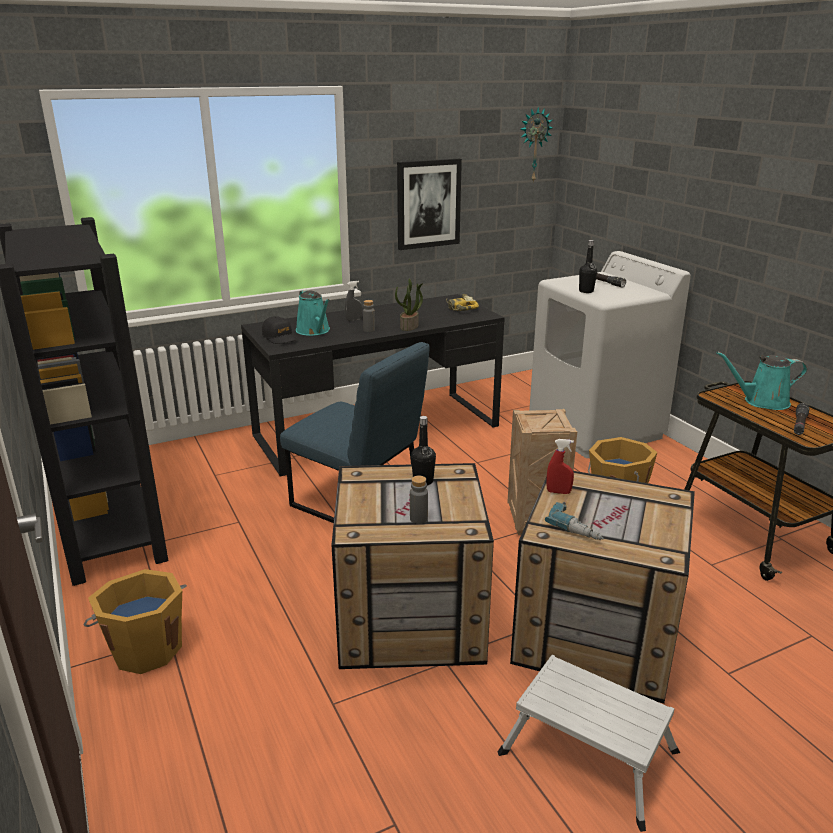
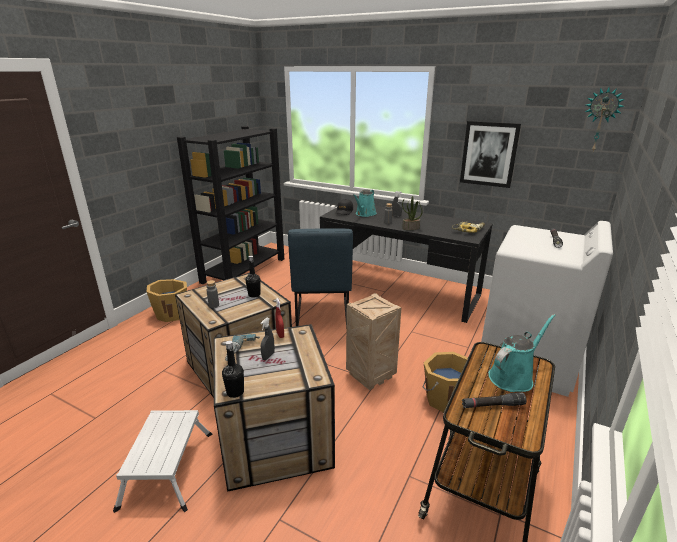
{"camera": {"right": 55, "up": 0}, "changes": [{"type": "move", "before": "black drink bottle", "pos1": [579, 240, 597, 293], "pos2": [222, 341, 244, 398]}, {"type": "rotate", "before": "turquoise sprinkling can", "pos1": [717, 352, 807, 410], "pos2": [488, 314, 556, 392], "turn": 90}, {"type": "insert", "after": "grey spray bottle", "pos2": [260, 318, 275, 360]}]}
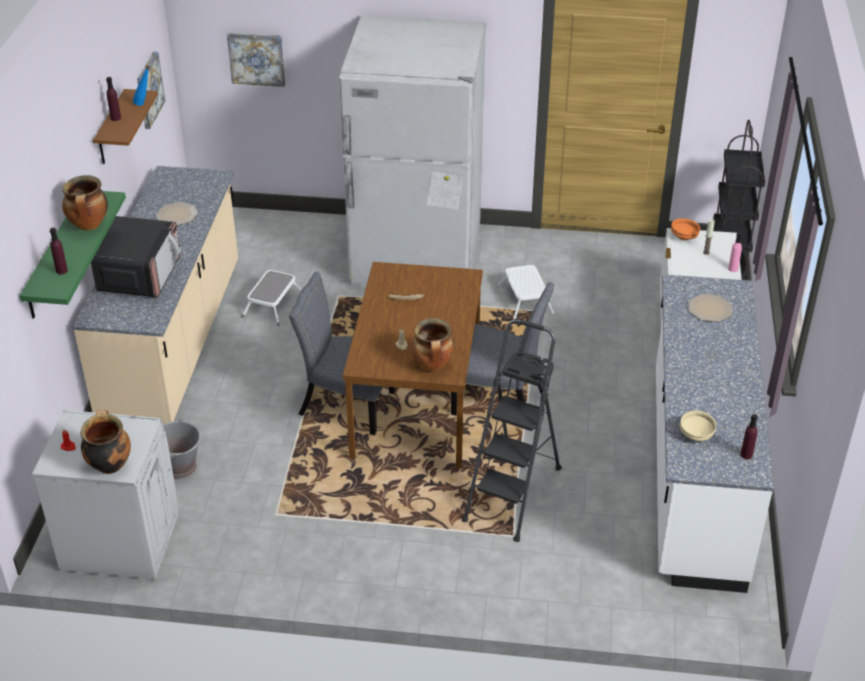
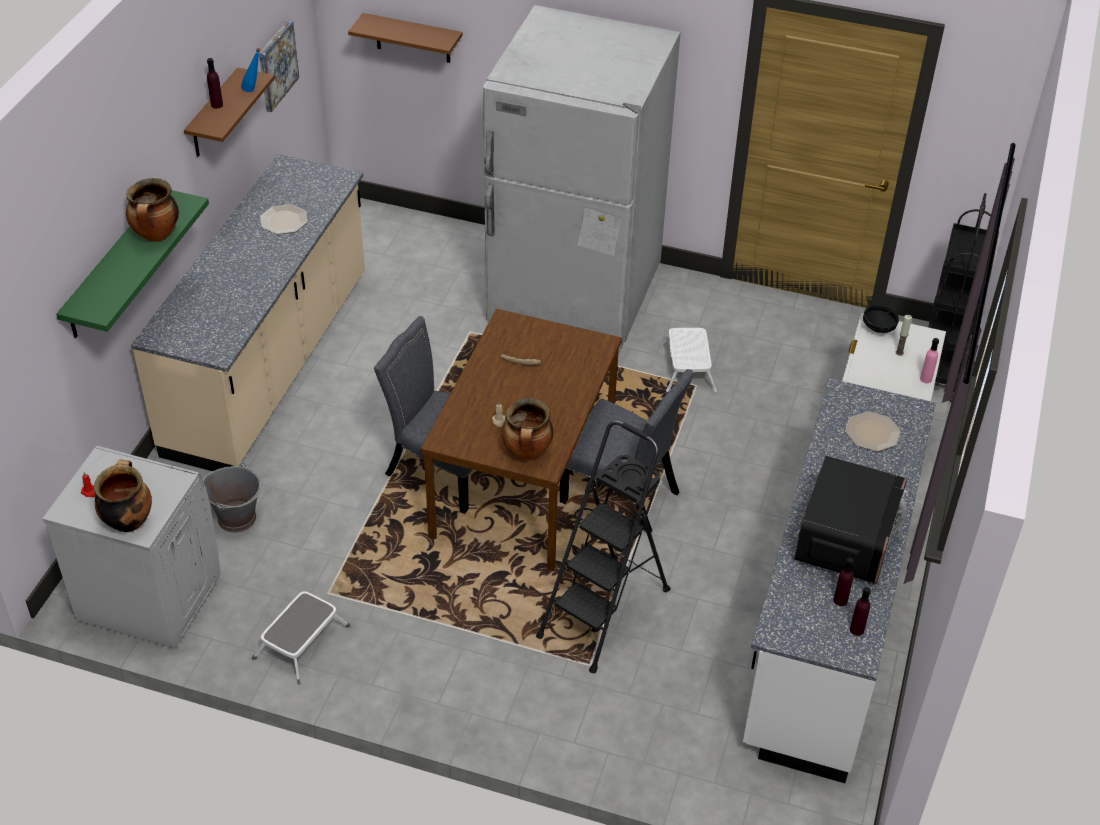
{"camera": {"right": 10, "up": 5}, "changes": [{"type": "move", "before": "purple-coloured drink bottle", "pos1": [50, 228, 68, 274], "pos2": [833, 557, 854, 606]}, {"type": "move", "before": "microwave oven", "pos1": [91, 216, 181, 297], "pos2": [794, 456, 907, 584]}, {"type": "replace", "before": "wall picture", "after": "brown bracket shelf", "pos1": [227, 33, 285, 87], "pos2": [348, 13, 463, 63]}, {"type": "move", "before": "grey step stool", "pos1": [241, 270, 302, 327], "pos2": [252, 591, 351, 685]}, {"type": "recolor", "before": "orange-coloured bowl", "after": "black bowl", "pos1": [671, 218, 700, 240], "pos2": [863, 305, 899, 333]}, {"type": "delete", "before": "sand-coloured bowl", "pos1": [680, 411, 717, 441]}]}
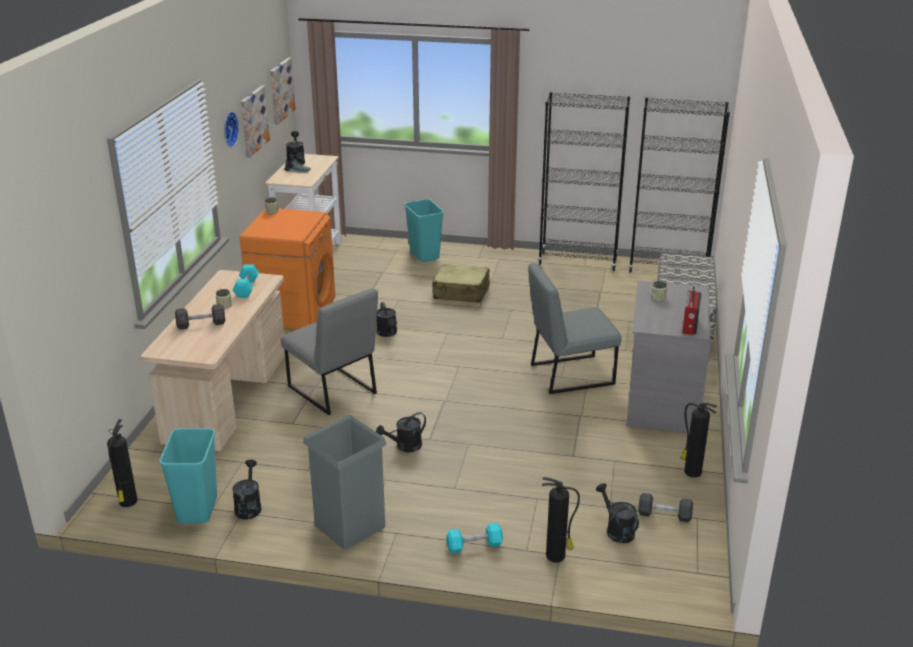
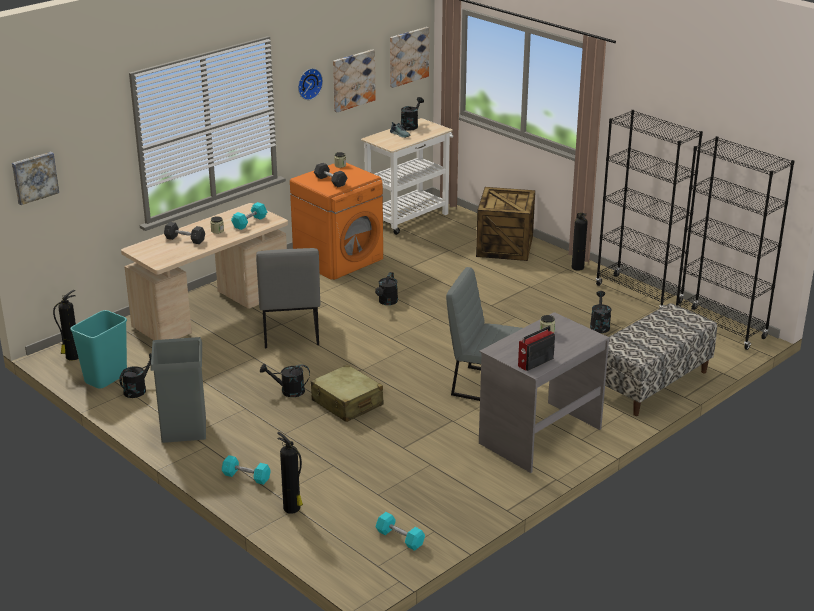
{"camera": {"right": 35, "up": 0}, "changes": [{"type": "replace", "before": "turquoise trash can", "after": "packing crate", "pos1": [404, 199, 444, 262], "pos2": [476, 187, 535, 261]}, {"type": "move", "before": "sand-coloured piece of luggage", "pos1": [433, 264, 490, 303], "pos2": [310, 364, 384, 422]}, {"type": "move", "before": "black sprinkling can", "pos1": [596, 483, 639, 543], "pos2": [590, 291, 612, 333]}, {"type": "move", "before": "grey free weight", "pos1": [638, 493, 693, 523], "pos2": [314, 163, 347, 187]}, {"type": "move", "before": "extinguisher", "pos1": [680, 402, 717, 477], "pos2": [572, 213, 588, 271]}, {"type": "insert", "after": "wall picture", "pos2": [12, 152, 59, 205]}, {"type": "insert", "after": "turquoise free weight", "pos2": [376, 512, 425, 551]}]}
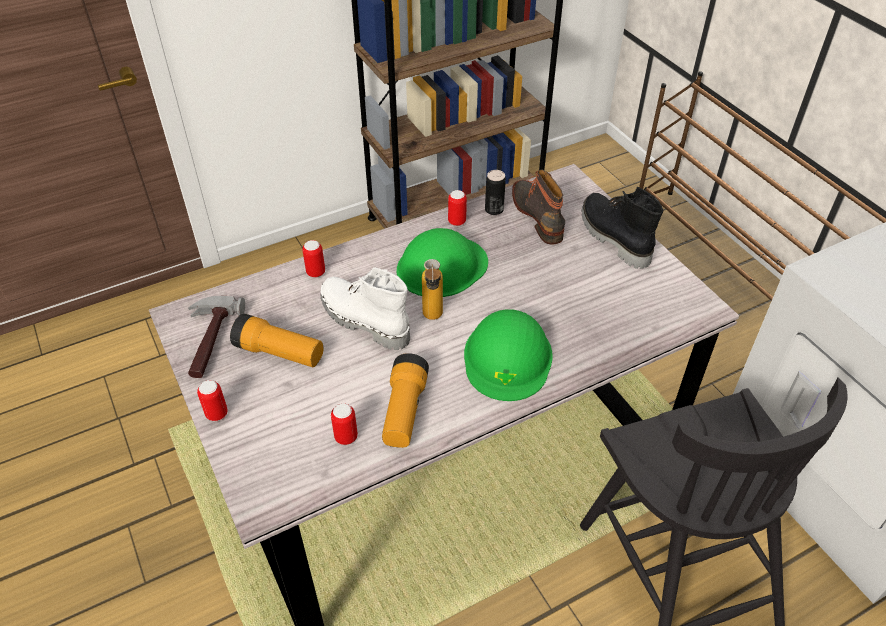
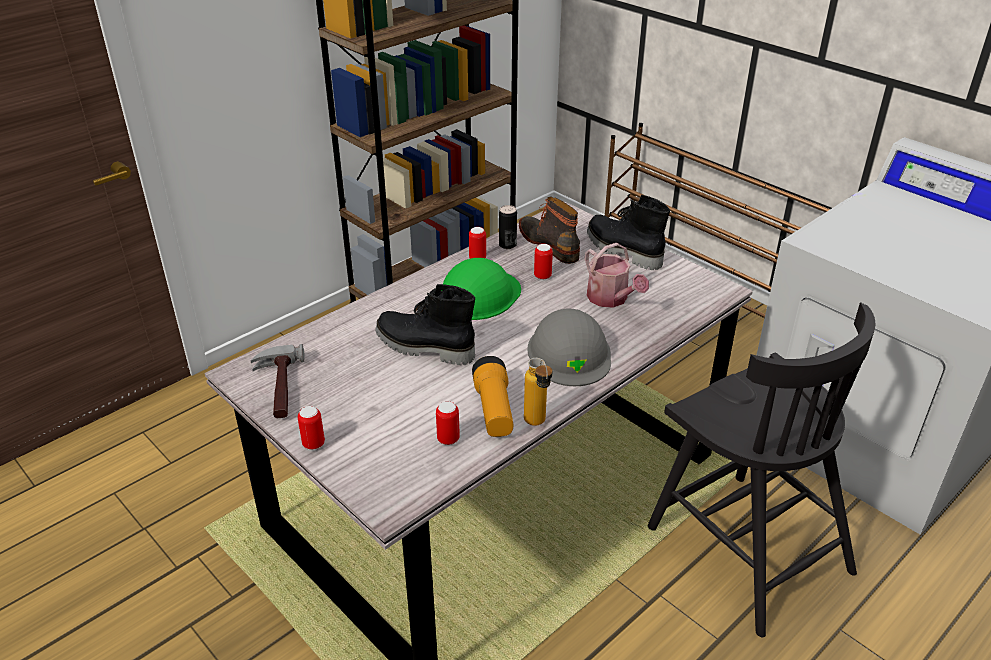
{"camera": {"right": -15, "up": -10}, "changes": [{"type": "delete", "before": "torch", "pos1": [230, 314, 323, 367]}, {"type": "move", "before": "can", "pos1": [302, 240, 325, 277], "pos2": [534, 244, 553, 280]}, {"type": "recolor", "before": "whitish boot", "after": "black boot", "pos1": [320, 267, 410, 350], "pos2": [375, 284, 475, 365]}, {"type": "move", "before": "drink bottle", "pos1": [422, 259, 443, 320], "pos2": [524, 358, 552, 426]}, {"type": "recolor", "before": "green-coloured hard hat", "after": "grey hard hat", "pos1": [464, 309, 553, 401], "pos2": [527, 309, 611, 386]}, {"type": "insert", "after": "sprinkling can", "pos2": [585, 243, 649, 308]}]}
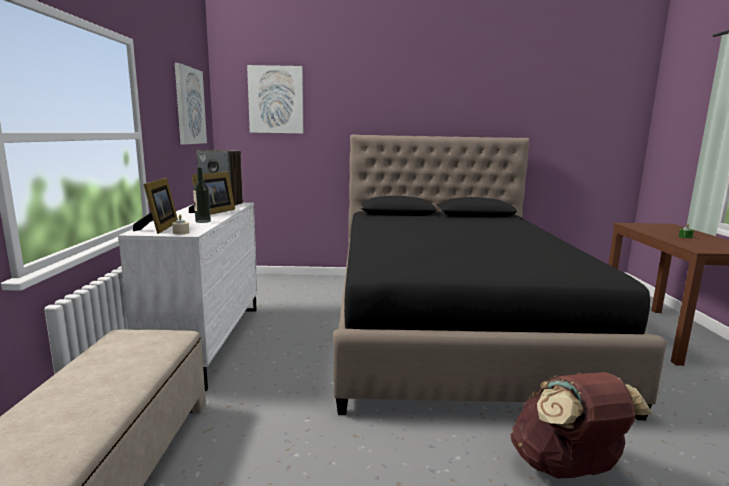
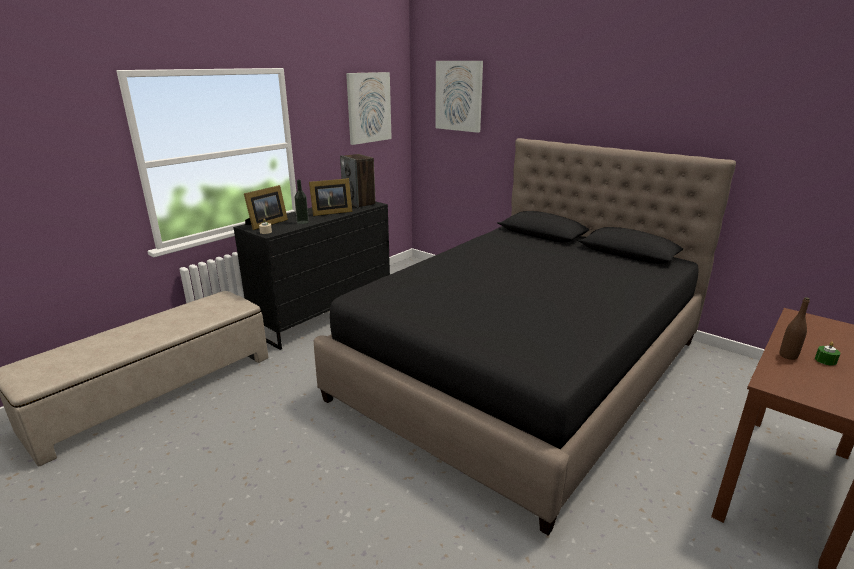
{"camera": {"right": 40, "up": 10}, "changes": [{"type": "recolor", "before": "whitish dresser", "after": "black dresser", "pos1": [118, 202, 257, 391], "pos2": [233, 202, 390, 350]}, {"type": "delete", "before": "brown rucksack", "pos1": [511, 372, 653, 479]}, {"type": "insert", "after": "brown drink bottle", "pos2": [780, 297, 810, 360]}]}
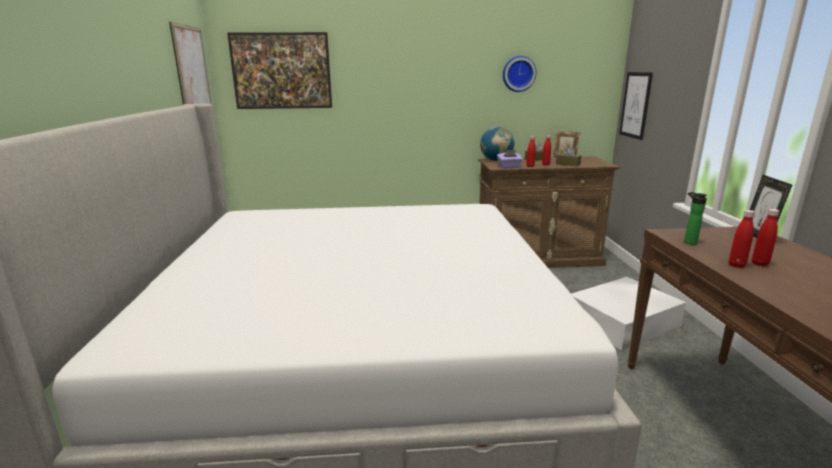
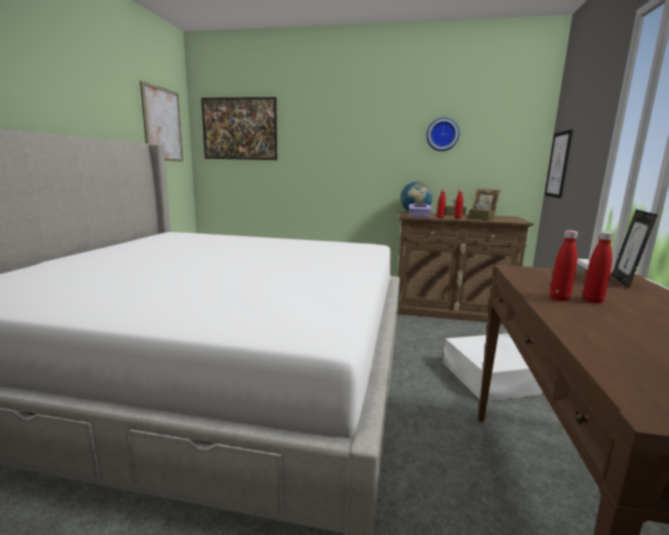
{"camera": {"right": 15, "up": -5}, "changes": [{"type": "delete", "before": "drink bottle", "pos1": [684, 192, 707, 245]}]}
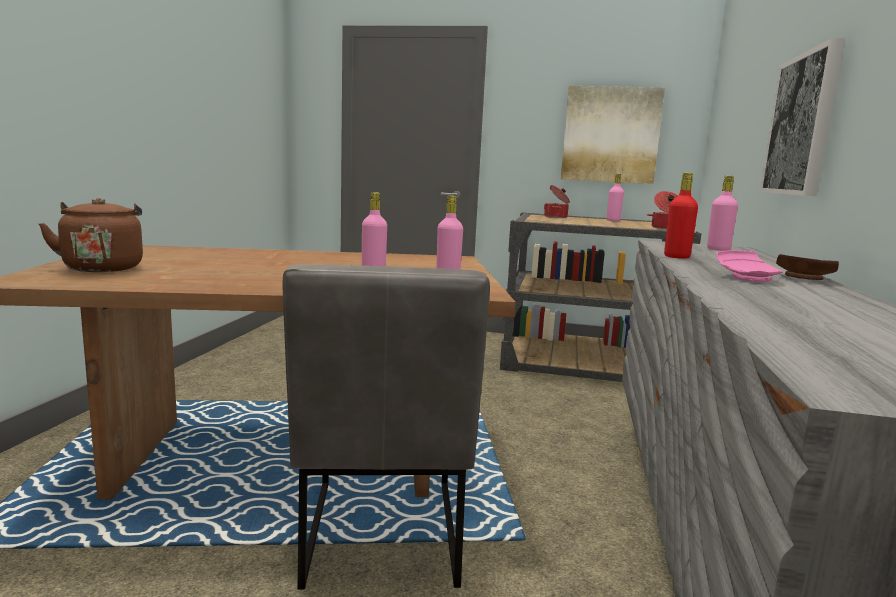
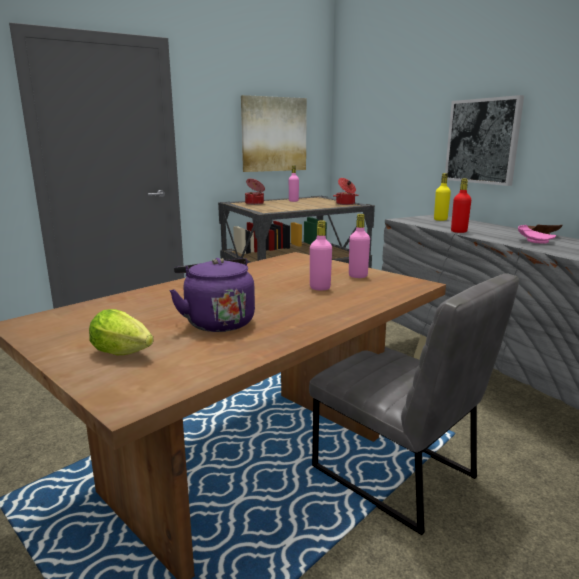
{"camera": {"right": -40, "up": 5}, "changes": [{"type": "replace", "before": "brown water kettle", "after": "lettuce", "pos1": [38, 198, 143, 272], "pos2": [89, 309, 154, 355]}, {"type": "recolor", "before": "pink drink bottle", "after": "yellow-coloured drink bottle", "pos1": [707, 176, 738, 251], "pos2": [434, 173, 451, 221]}, {"type": "insert", "after": "purple-coloured water kettle", "pos2": [169, 258, 255, 332]}]}
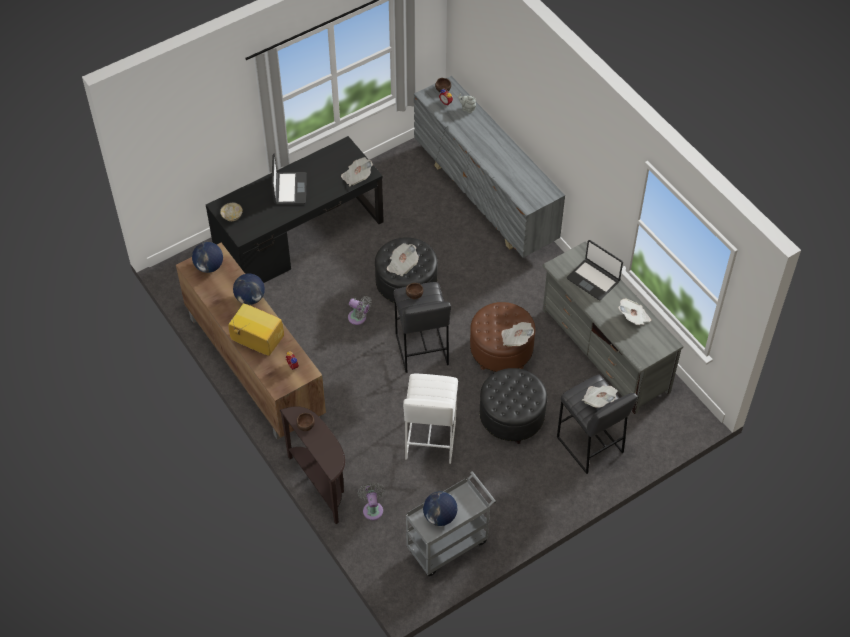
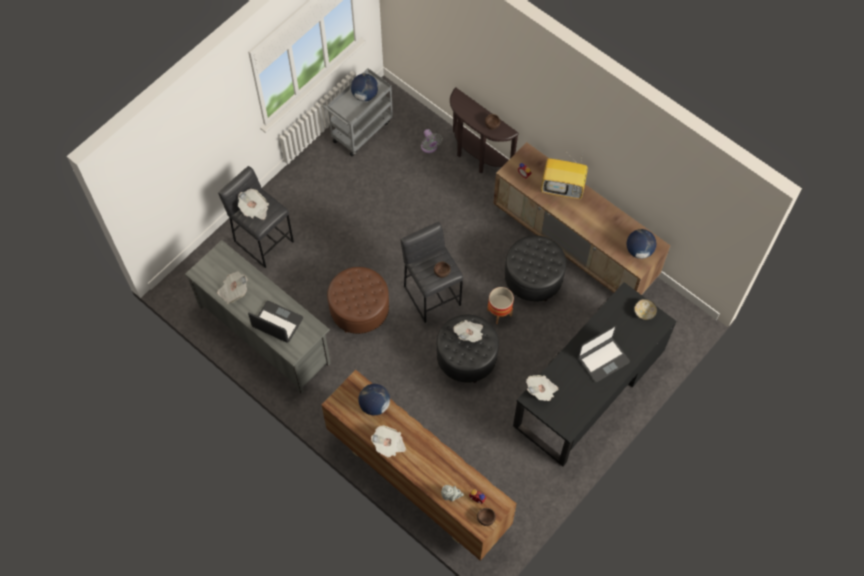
{"camera": {"right": 165, "up": 10}, "changes": [{"type": "move", "before": "globe", "pos1": [233, 274, 265, 305], "pos2": [358, 384, 390, 415]}, {"type": "rotate", "before": "portable computer", "pos1": [271, 153, 307, 204], "pos2": [578, 325, 630, 382], "turn": -105}, {"type": "replace", "before": "grey fan", "after": "flower pot", "pos1": [348, 296, 372, 325], "pos2": [487, 287, 514, 324]}, {"type": "delete", "before": "whitish sitting stool", "pos1": [403, 374, 458, 464]}, {"type": "recolor", "before": "grey cabinet", "after": "brown cabinet", "pos1": [414, 76, 565, 258], "pos2": [321, 370, 517, 561]}, {"type": "move", "before": "black footrest", "pos1": [480, 368, 547, 444], "pos2": [505, 236, 566, 302]}, {"type": "move", "before": "printed paper", "pos1": [501, 322, 534, 346], "pos2": [371, 425, 406, 457]}]}
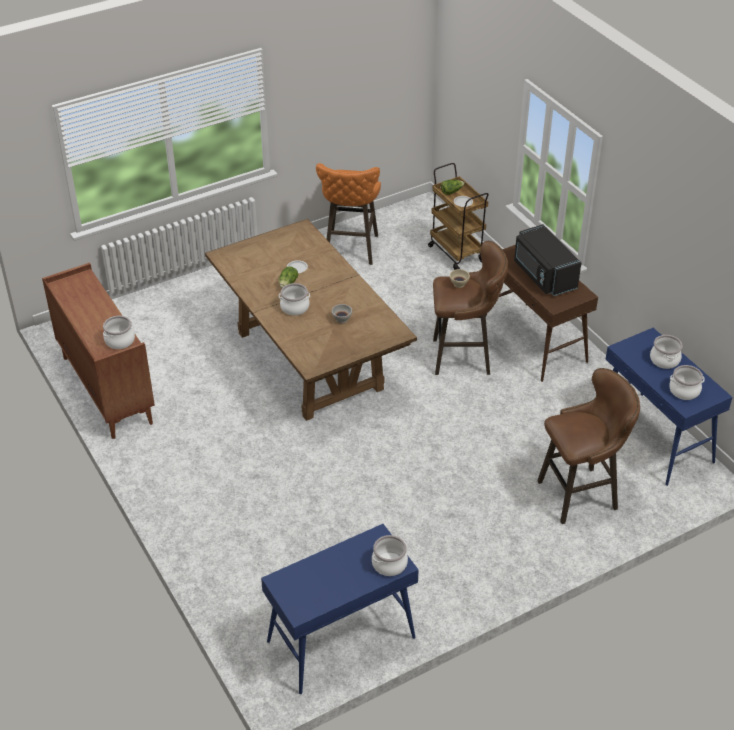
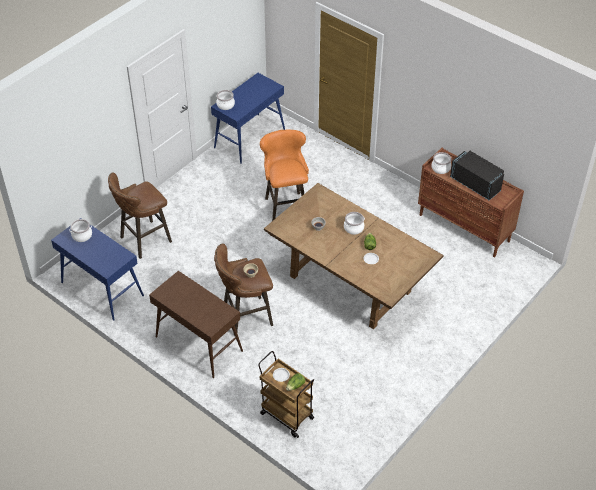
{"camera": {"right": 160, "up": 5}, "changes": [{"type": "move", "before": "orange-coloured sitting stool", "pos1": [316, 163, 381, 265], "pos2": [260, 129, 309, 221]}, {"type": "move", "before": "black microwave oven", "pos1": [514, 224, 581, 296], "pos2": [450, 151, 504, 200]}, {"type": "delete", "before": "saucepot", "pos1": [650, 335, 683, 369]}]}
